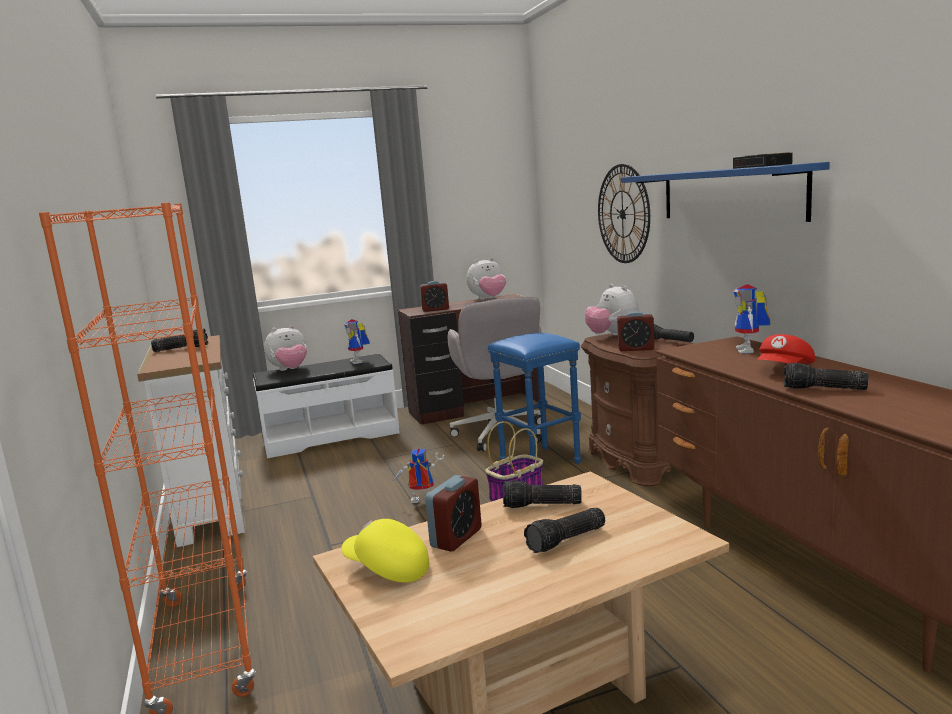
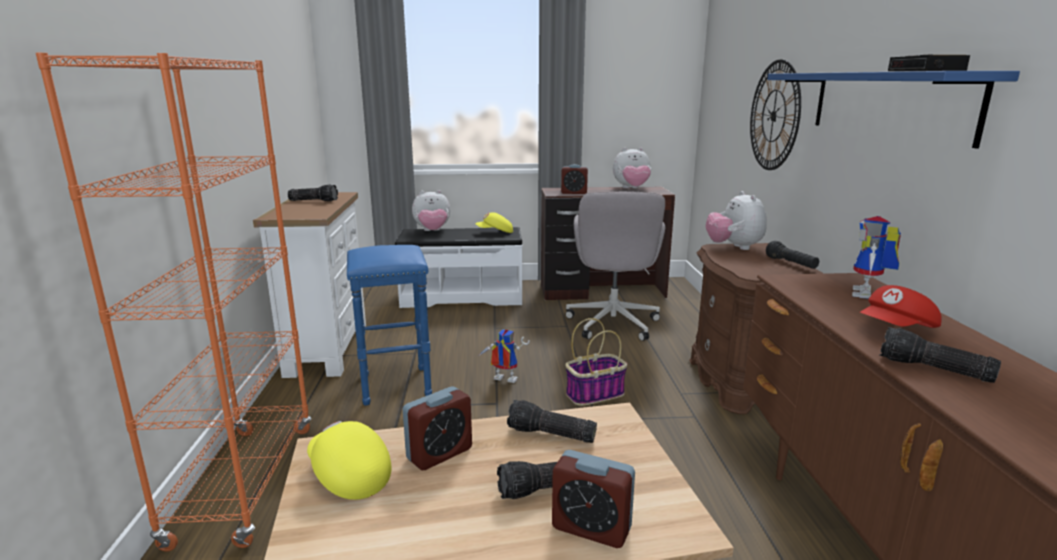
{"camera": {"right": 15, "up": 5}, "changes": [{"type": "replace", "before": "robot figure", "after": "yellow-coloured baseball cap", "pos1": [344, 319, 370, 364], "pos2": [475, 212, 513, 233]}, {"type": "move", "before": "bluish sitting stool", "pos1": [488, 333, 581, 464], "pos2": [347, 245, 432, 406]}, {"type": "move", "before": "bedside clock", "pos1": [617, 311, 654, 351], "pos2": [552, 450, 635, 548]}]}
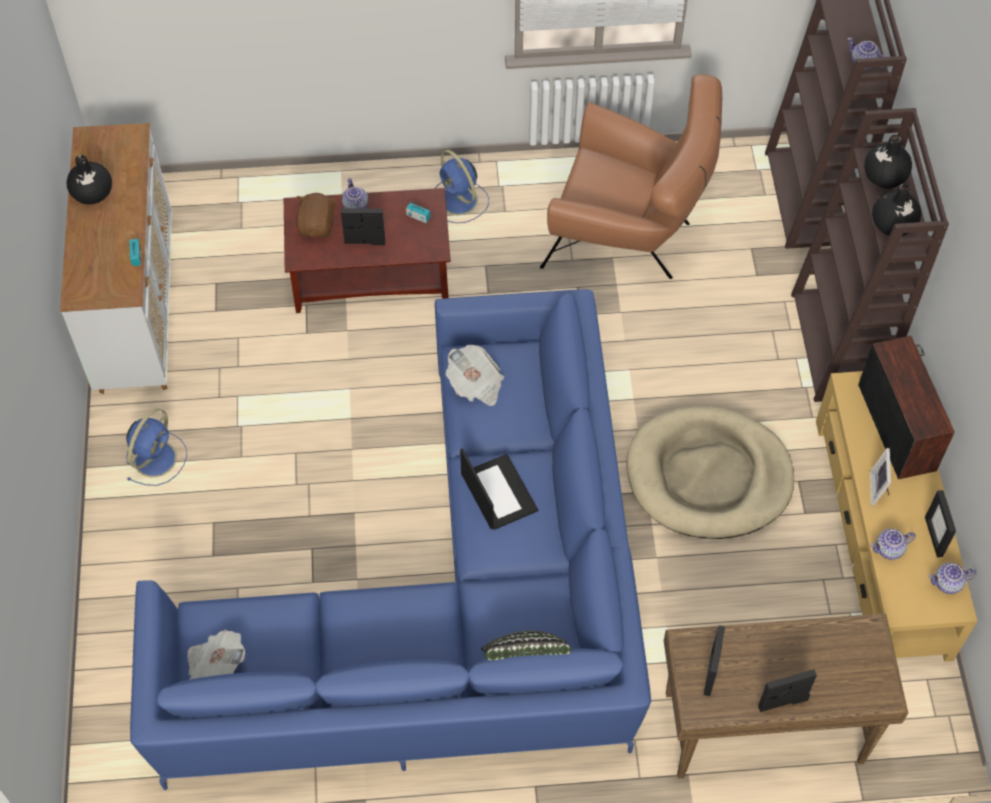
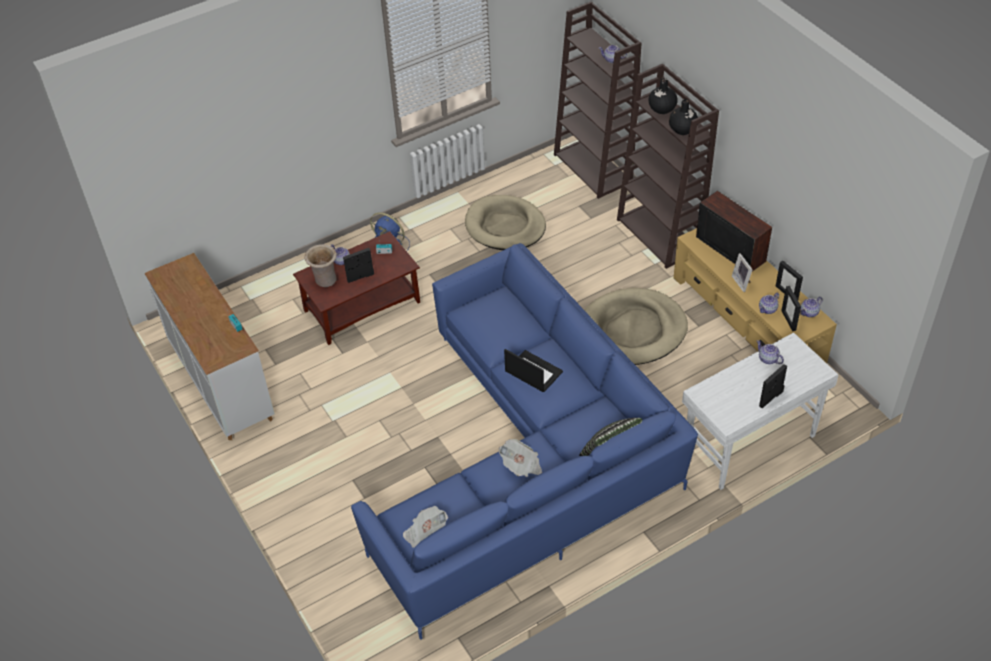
{"camera": {"right": -25, "up": -10}, "changes": [{"type": "delete", "before": "black decorative vase", "pos1": [67, 155, 112, 204]}, {"type": "delete", "before": "bluish fan", "pos1": [126, 408, 187, 486]}, {"type": "replace", "before": "brown cuddly toy", "after": "sand-coloured decorative vase", "pos1": [296, 193, 336, 237], "pos2": [304, 244, 337, 287]}, {"type": "move", "before": "printed paper", "pos1": [446, 345, 504, 406], "pos2": [499, 439, 542, 477]}, {"type": "replace", "before": "brown lounge chair", "after": "sand-coloured pet bed", "pos1": [540, 74, 722, 279], "pos2": [465, 195, 546, 250]}, {"type": "recolor", "before": "brown narrow table", "after": "whitish narrow table", "pos1": [664, 613, 908, 778], "pos2": [682, 333, 838, 490]}, {"type": "move", "before": "standing frame", "pos1": [704, 625, 725, 696], "pos2": [781, 286, 801, 331]}, {"type": "insert", "after": "pot for tea", "pos2": [757, 340, 784, 364]}]}
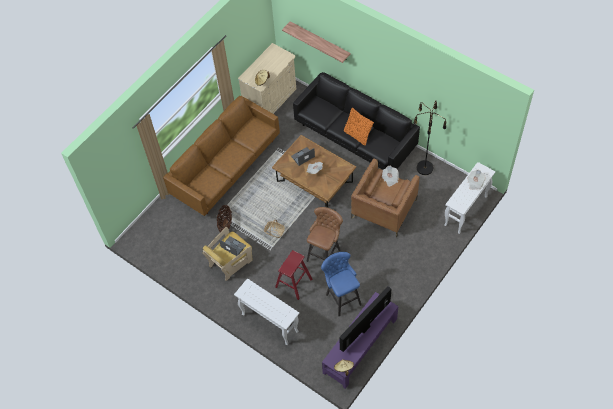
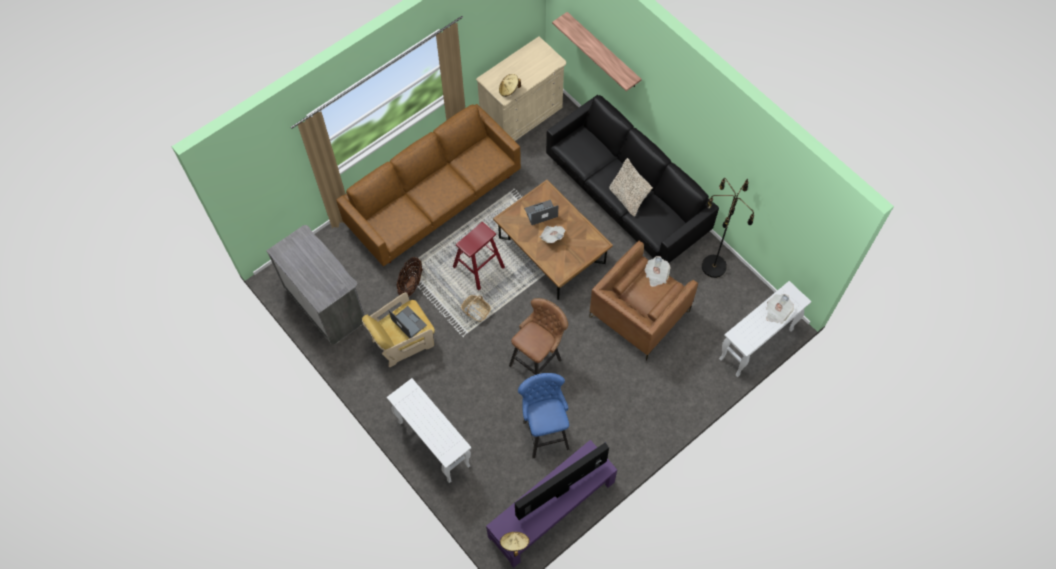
{"camera": {"right": 10, "up": 5}, "changes": [{"type": "move", "before": "red-coloured sitting stool", "pos1": [275, 250, 312, 300], "pos2": [453, 222, 505, 290]}, {"type": "recolor", "before": "orange-coloured pillow", "after": "sand-coloured pillow", "pos1": [344, 108, 374, 145], "pos2": [609, 158, 653, 217]}, {"type": "insert", "after": "grey dresser", "pos2": [266, 225, 364, 345]}]}
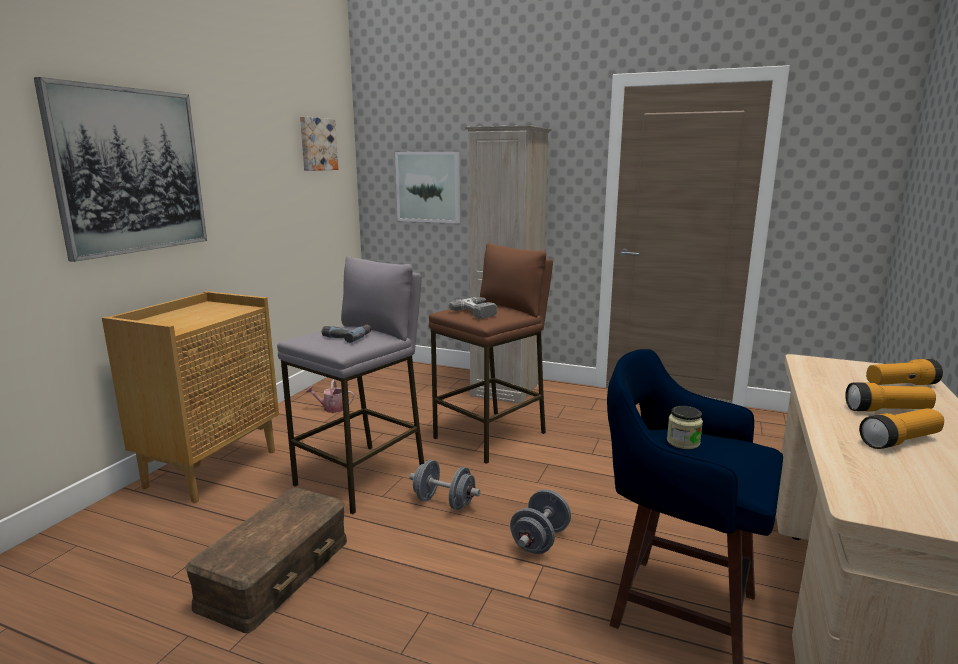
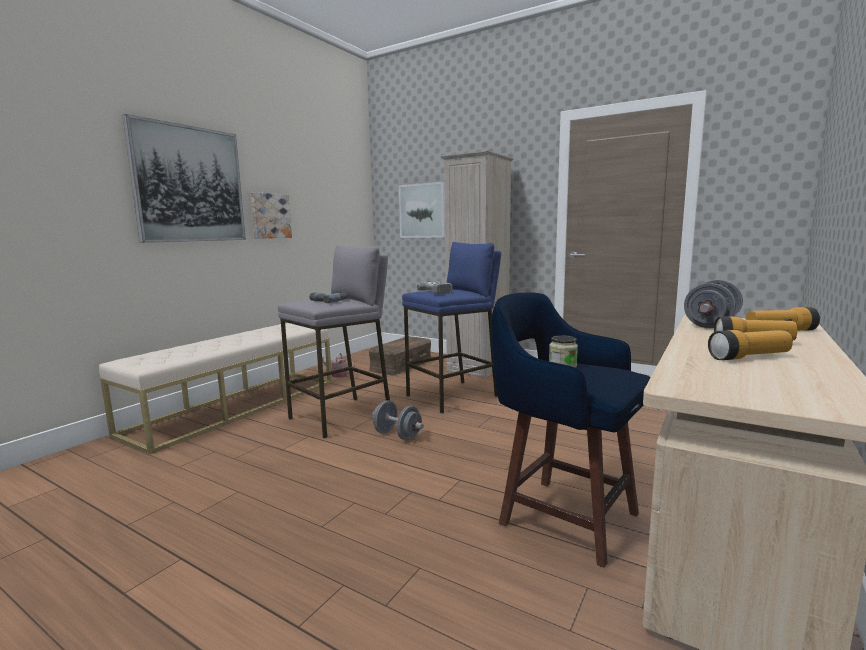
{"camera": {"right": 10, "up": -5}, "changes": [{"type": "replace", "before": "brown cabinet", "after": "sand-coloured bench", "pos1": [102, 291, 279, 503], "pos2": [99, 323, 332, 454]}, {"type": "move", "before": "brown storage container", "pos1": [185, 488, 347, 633], "pos2": [368, 336, 431, 376]}, {"type": "move", "before": "wall picture", "pos1": [300, 116, 338, 171], "pos2": [251, 192, 292, 239]}, {"type": "recolor", "before": "brown sitting stool", "after": "bluish sitting stool", "pos1": [429, 243, 553, 464], "pos2": [402, 242, 501, 413]}, {"type": "move", "before": "grey free weight", "pos1": [510, 489, 571, 554], "pos2": [684, 280, 743, 328]}]}
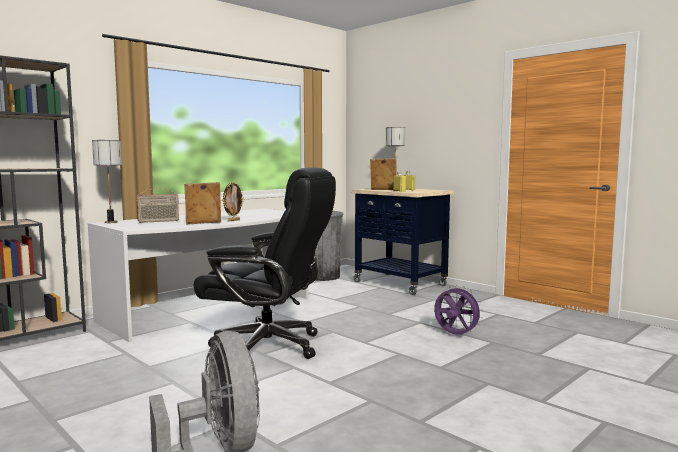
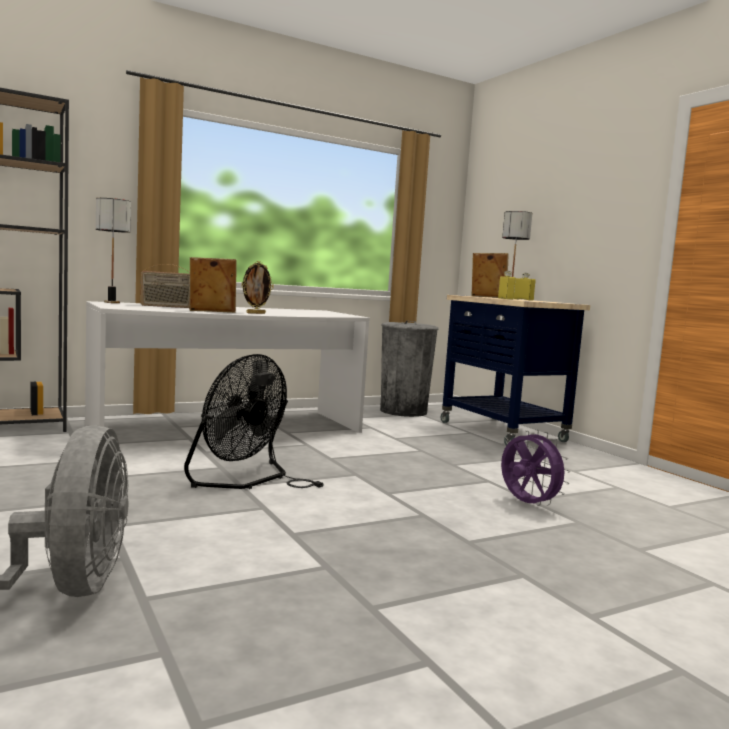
{"camera": {"right": 15, "up": 0}, "changes": [{"type": "replace", "before": "black computer chair", "after": "black fan", "pos1": [194, 167, 336, 359], "pos2": [184, 354, 324, 489]}]}
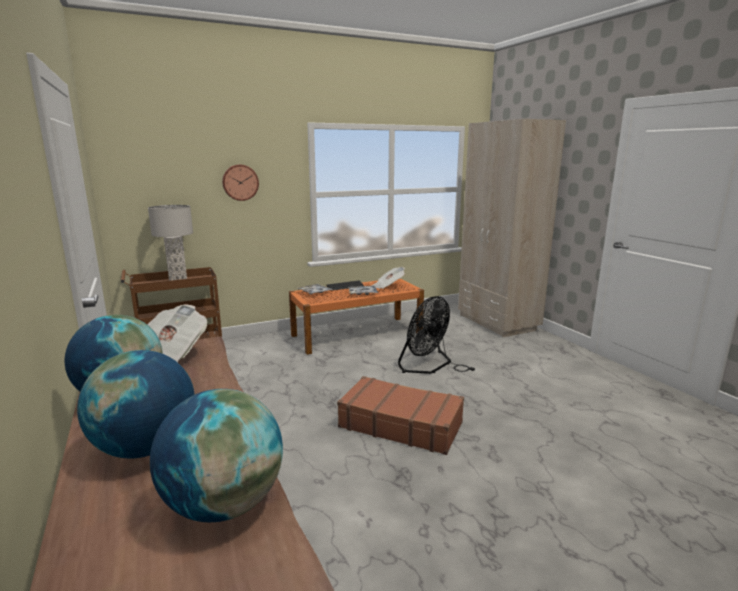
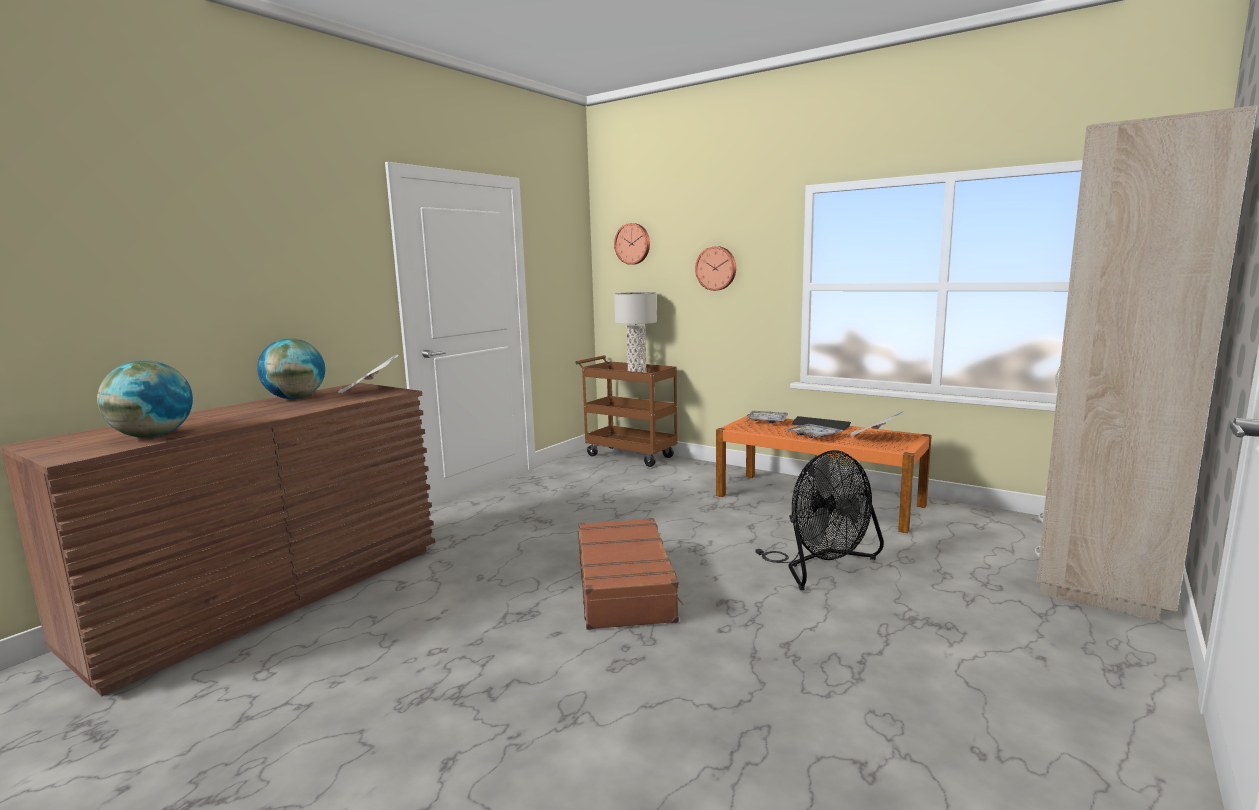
{"camera": {"right": 60, "up": -5}, "changes": [{"type": "delete", "before": "globe", "pos1": [77, 350, 195, 458]}, {"type": "rotate", "before": "black fan", "pos1": [398, 296, 475, 374], "pos2": [755, 450, 884, 590], "turn": 135}, {"type": "insert", "after": "clock on the wall", "pos2": [614, 223, 650, 265]}]}
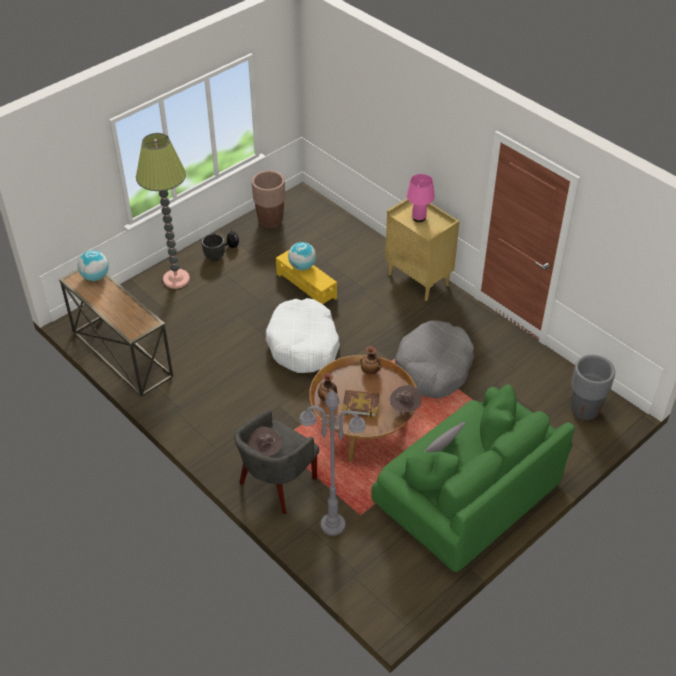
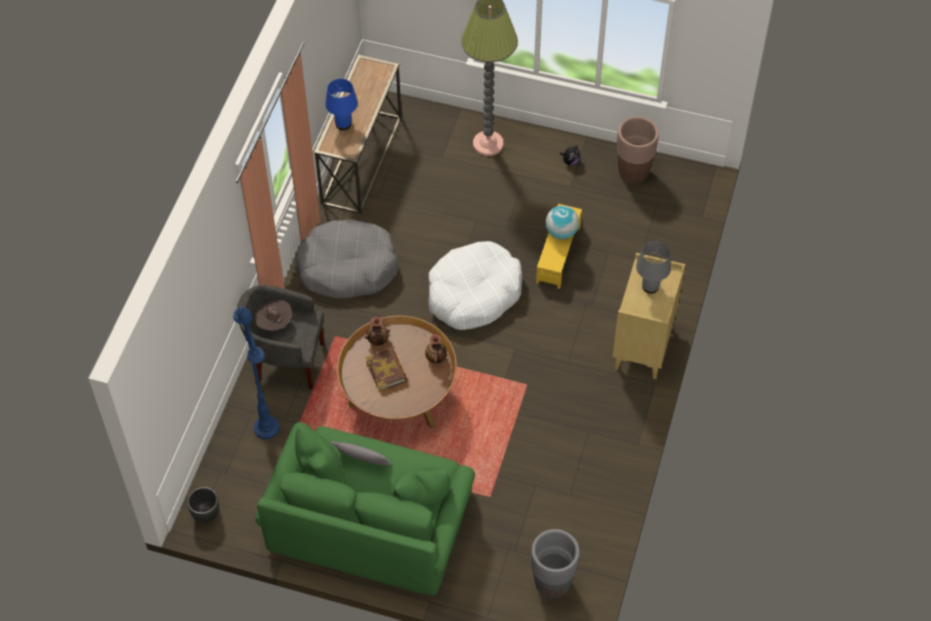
{"camera": {"right": 60, "up": 10}, "changes": [{"type": "delete", "before": "globe", "pos1": [77, 250, 109, 281]}, {"type": "move", "before": "black flower pot", "pos1": [202, 234, 225, 261], "pos2": [187, 487, 220, 523]}, {"type": "recolor", "before": "grey standard lamp", "after": "bluish standard lamp", "pos1": [299, 390, 366, 536], "pos2": [233, 307, 280, 439]}, {"type": "delete", "before": "brown wearable hat", "pos1": [389, 385, 422, 412]}, {"type": "move", "before": "grey pet bed", "pos1": [395, 320, 474, 398], "pos2": [295, 219, 399, 298]}, {"type": "recolor", "before": "pink lamp for a table", "after": "grey lamp for a table", "pos1": [407, 174, 435, 222], "pos2": [636, 241, 671, 294]}, {"type": "insert", "after": "bluish lamp for a table", "pos2": [325, 79, 358, 130]}]}
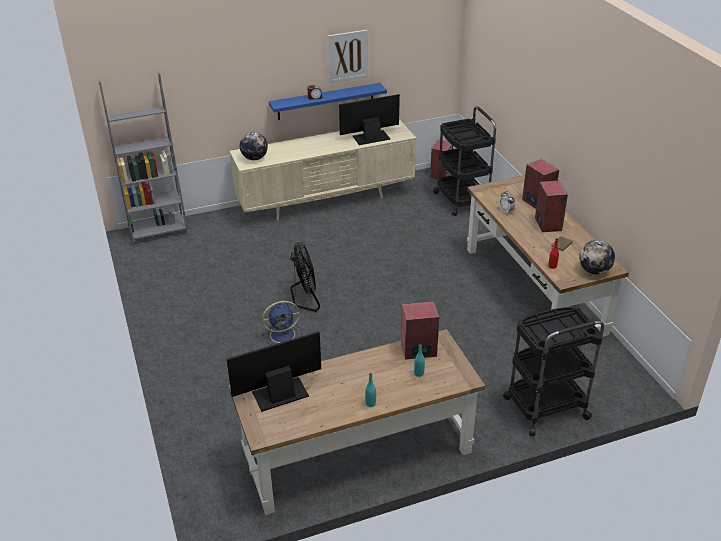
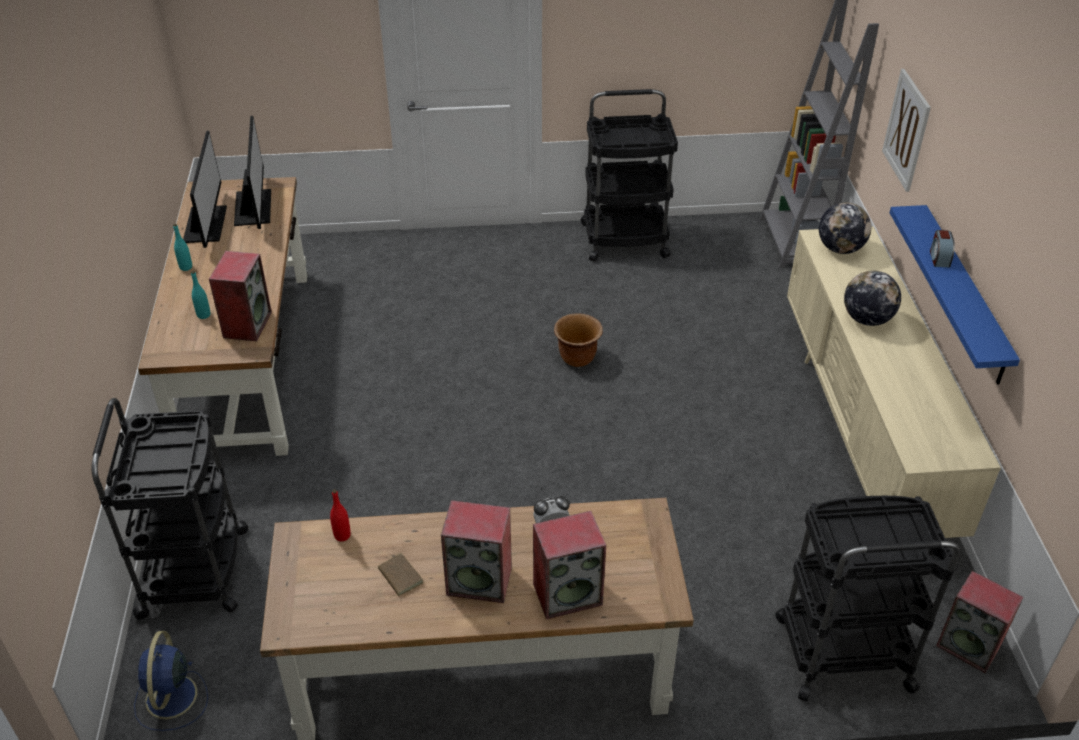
{"camera": {"right": 105, "up": 5}, "changes": [{"type": "move", "before": "bluish fan", "pos1": [262, 301, 302, 345], "pos2": [134, 631, 208, 731]}, {"type": "replace", "before": "black fan", "after": "brown flower pot", "pos1": [271, 242, 320, 313], "pos2": [554, 313, 603, 367]}, {"type": "move", "before": "wall picture", "pos1": [328, 30, 368, 83], "pos2": [882, 69, 931, 192]}, {"type": "move", "before": "computer screen", "pos1": [339, 94, 400, 145], "pos2": [183, 131, 227, 248]}, {"type": "move", "before": "globe", "pos1": [579, 240, 615, 275], "pos2": [844, 271, 901, 326]}, {"type": "insert", "after": "black cart", "pos2": [581, 89, 678, 262]}]}
